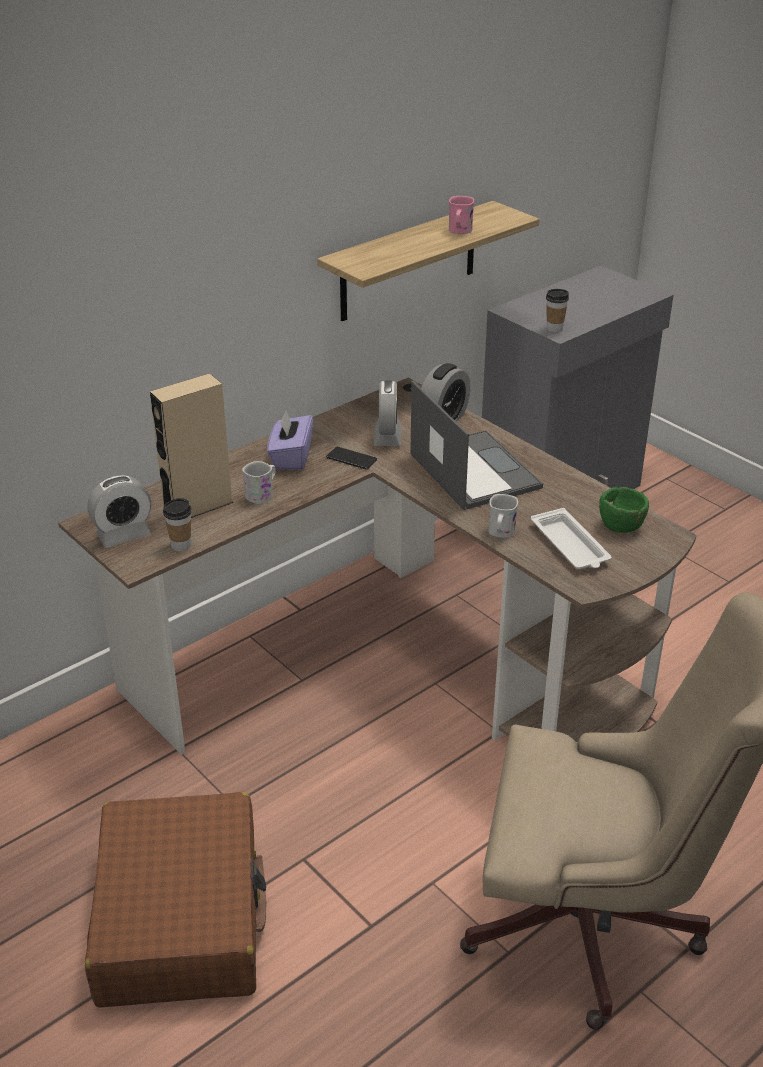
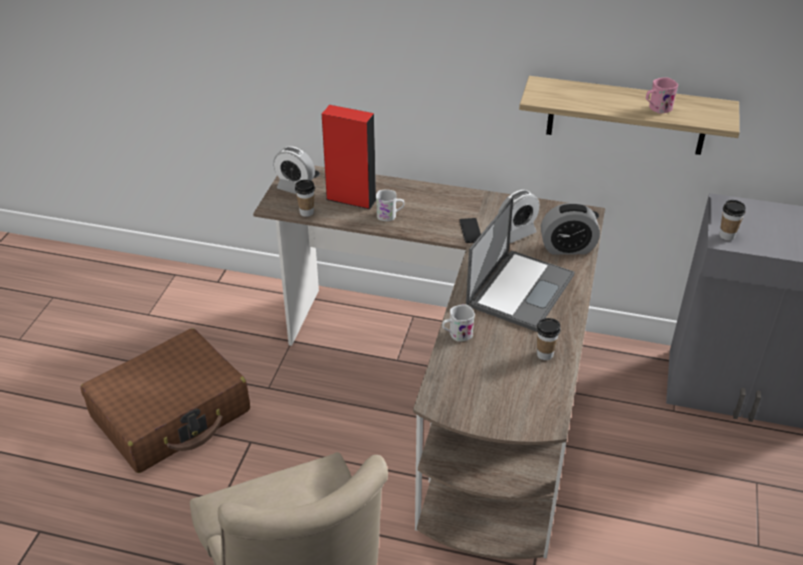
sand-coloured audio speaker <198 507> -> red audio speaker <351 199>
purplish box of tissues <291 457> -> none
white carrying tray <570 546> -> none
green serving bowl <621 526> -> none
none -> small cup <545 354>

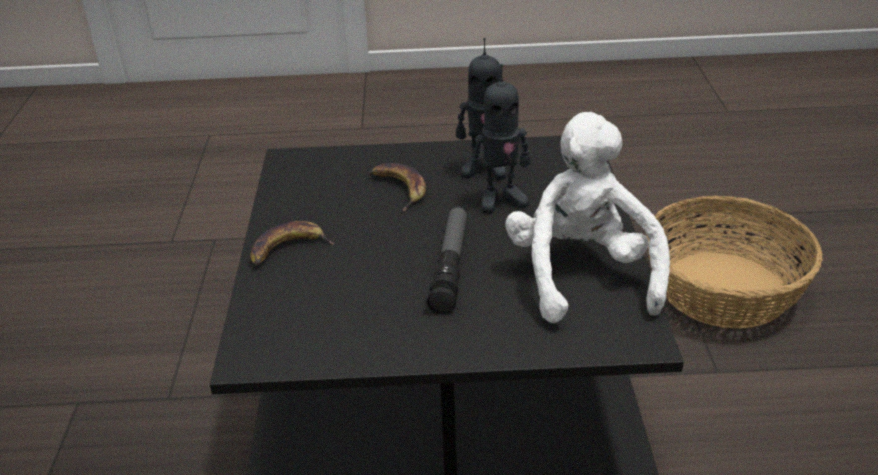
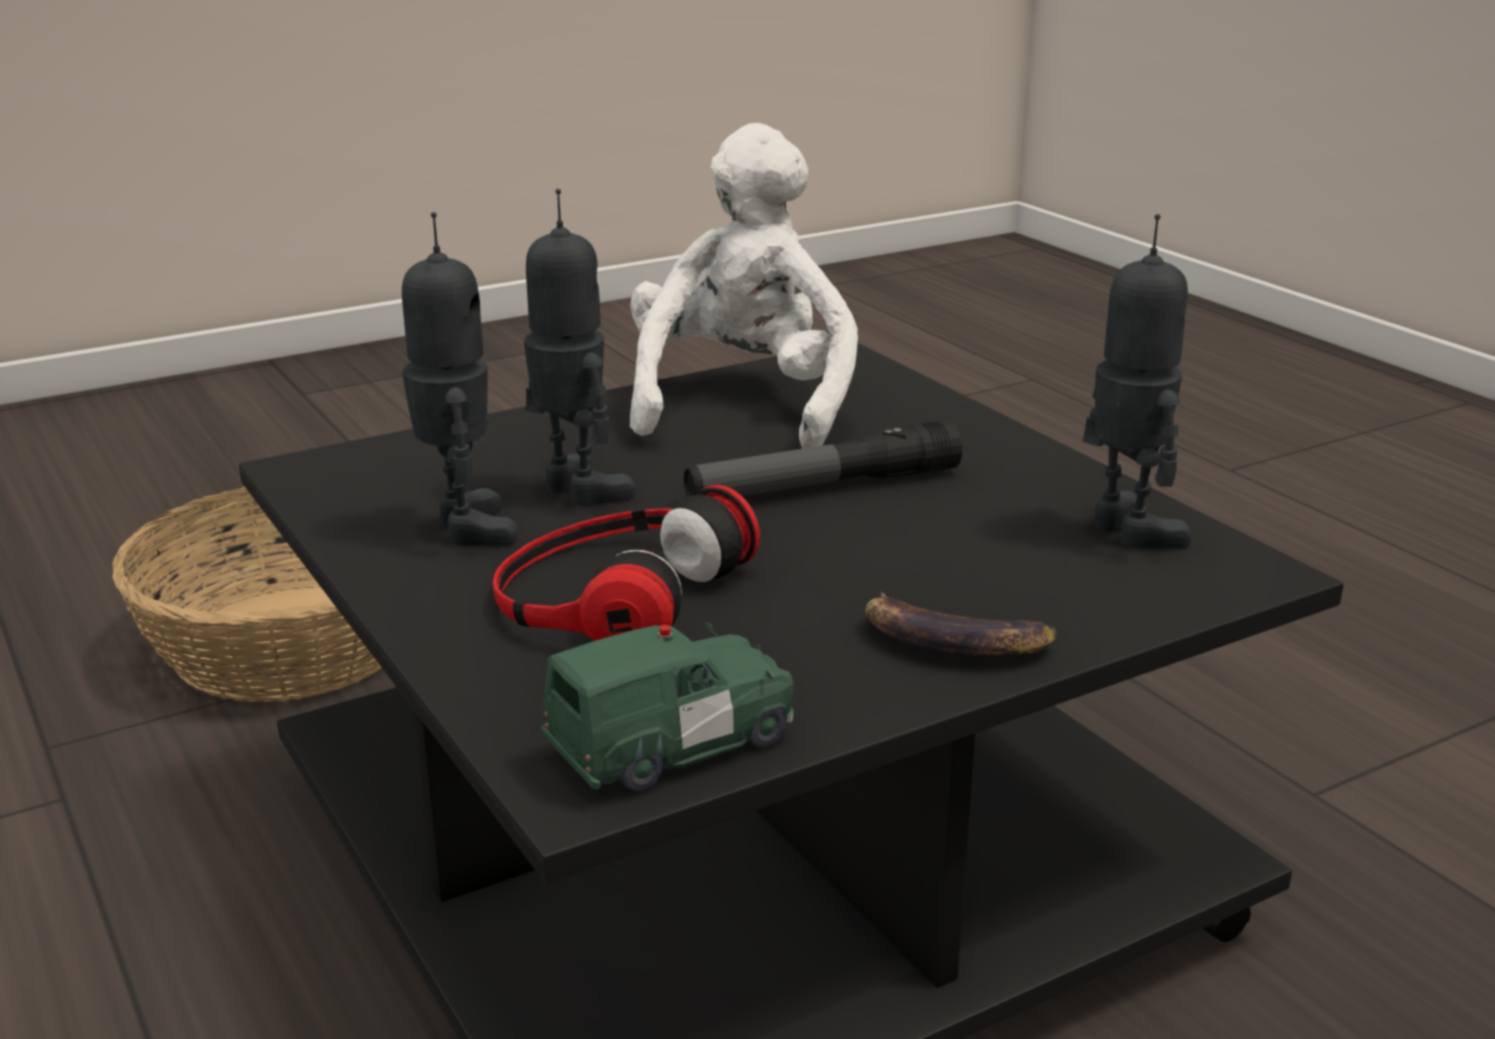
whole banana <399 188> -> headphones <613 593>
white cuddly toy <581 275> -> white cuddly toy <742 404>, 135 degrees clockwise
none -> green model car <674 745>
none -> toy robot <1126 532>

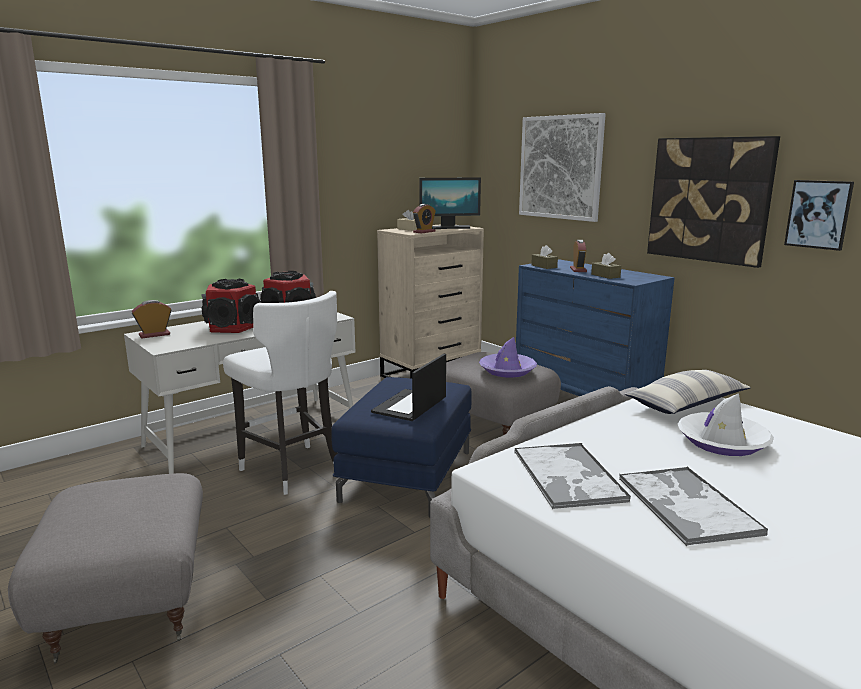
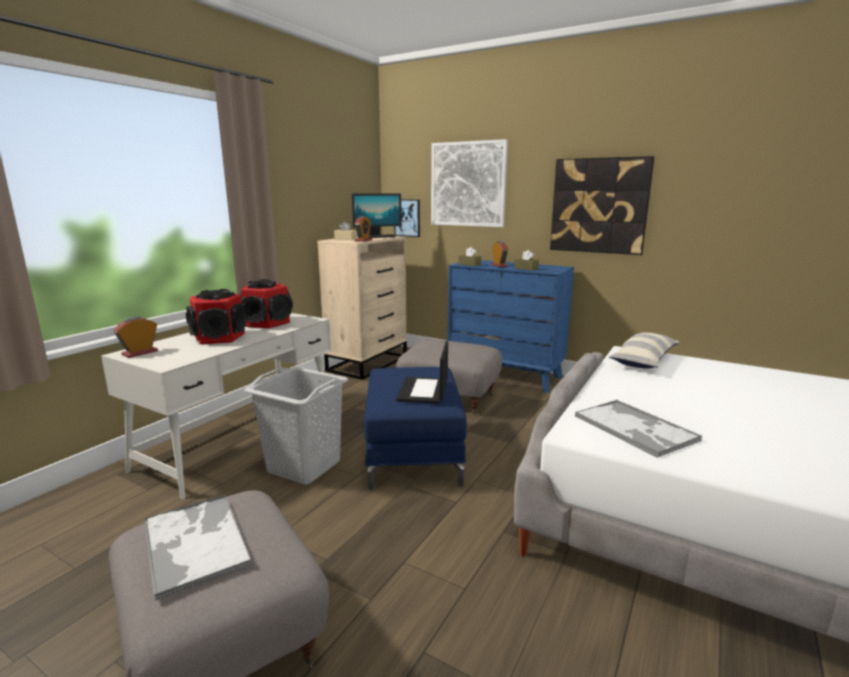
white stool <291 469> -> greyish hamper <304 467>
purplish hat <507 370> -> none
carrying tray <686 505> -> carrying tray <195 542>, shifted
white hat <722 442> -> none
picture <818 214> -> picture <407 218>, shifted

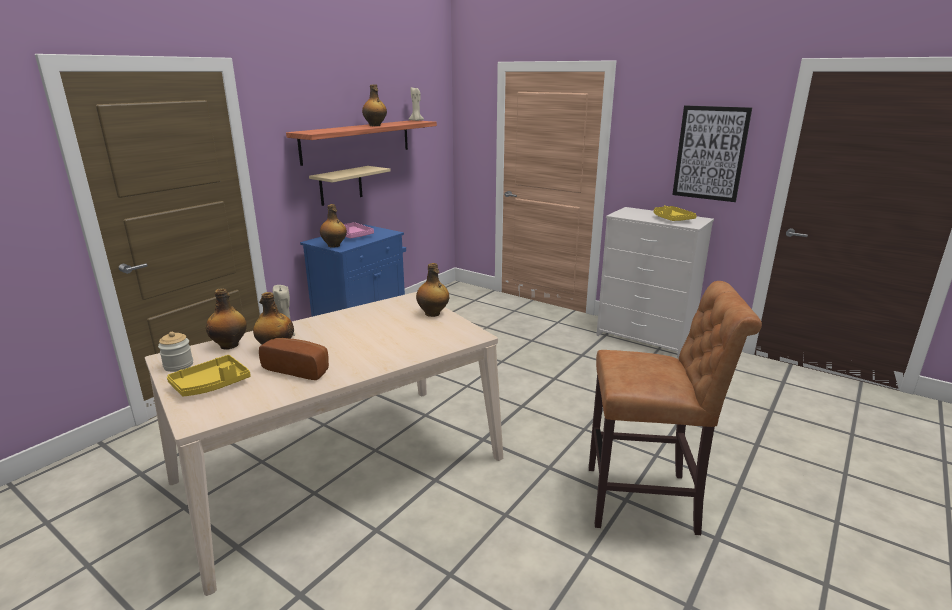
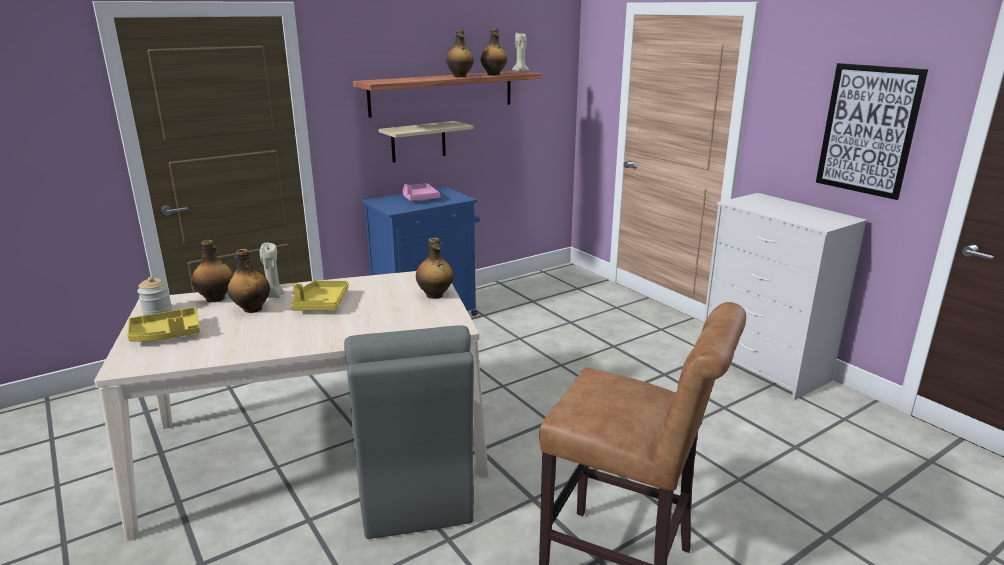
bakery bread <299 368> -> none
bottle <334 246> -> bottle <493 74>, shifted
yellowish carrying tray <671 219> -> yellowish carrying tray <321 304>, shifted
none -> greyish upright chair <413 490>

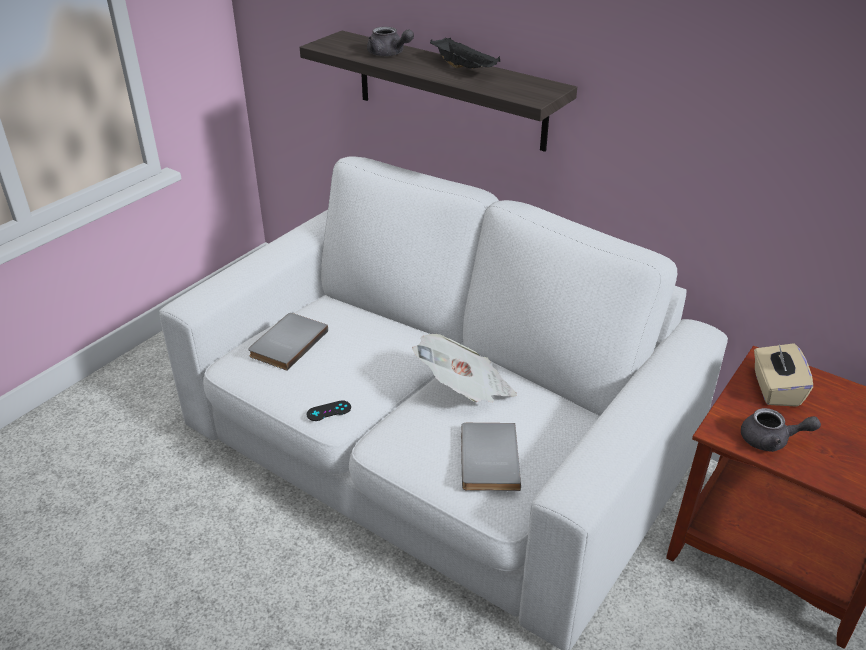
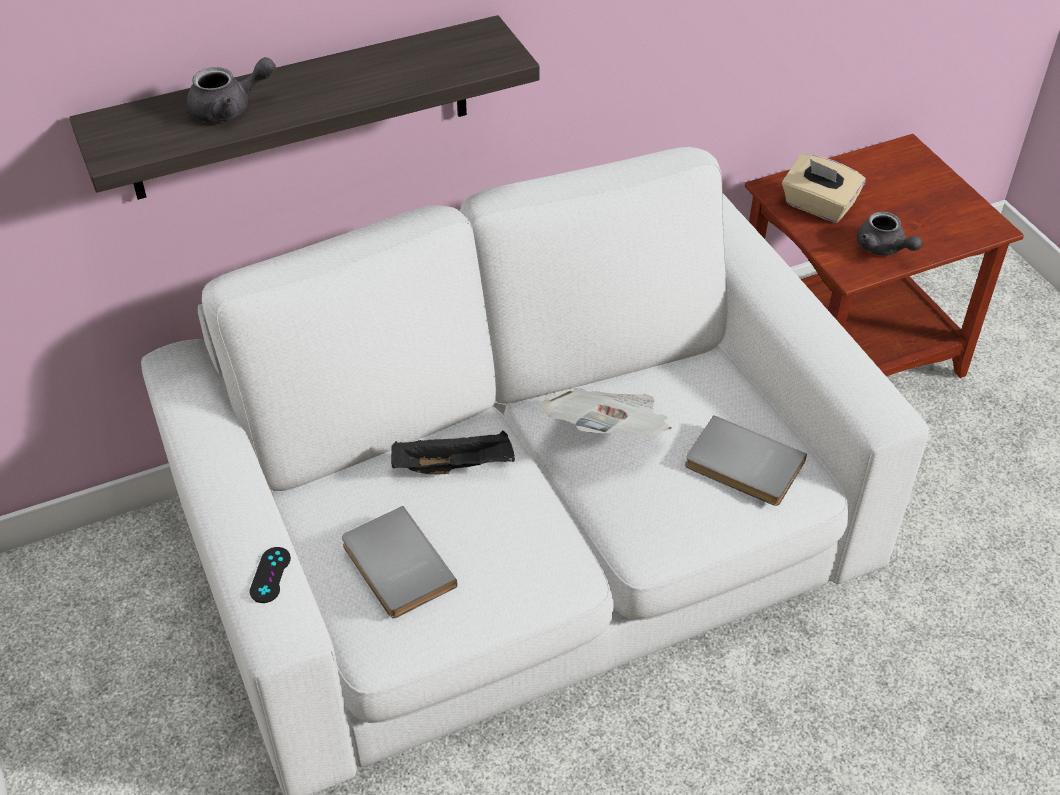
black-coloured joypad <329 411> -> black-coloured joypad <270 575>, shifted
black-coloured carrying tray <465 68> -> black-coloured carrying tray <455 466>, shifted
greyish teapot <771 440> -> greyish teapot <883 249>, 105 degrees clockwise

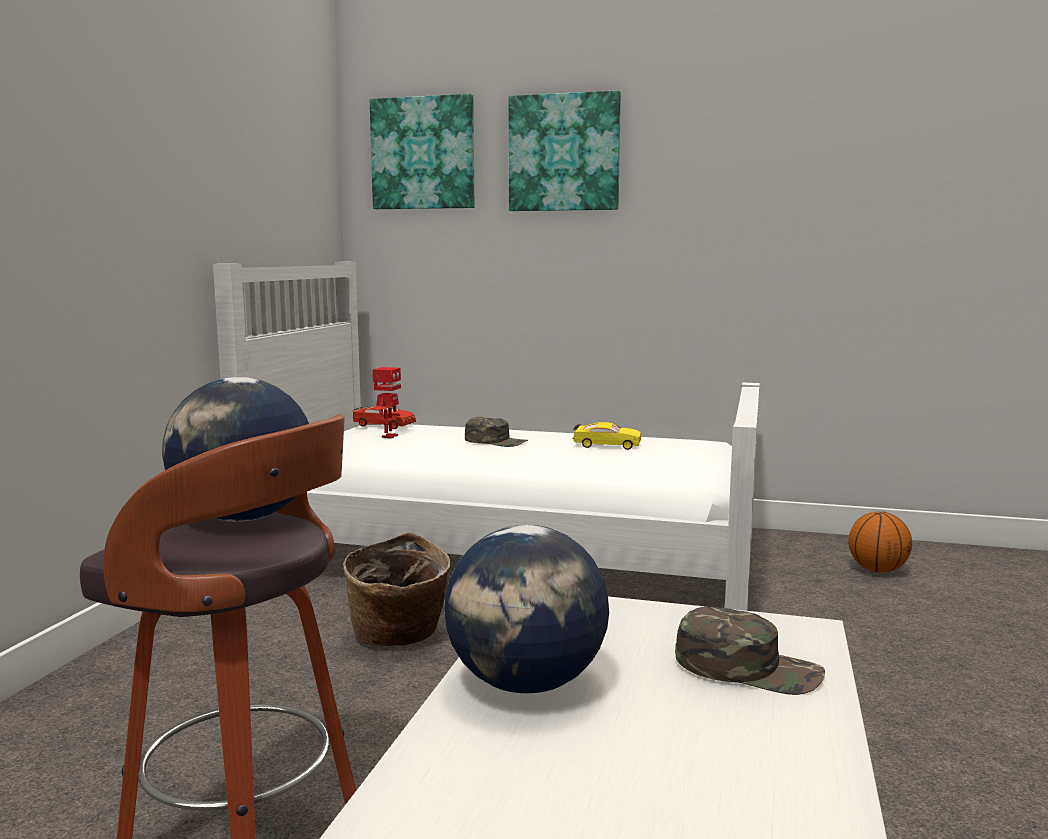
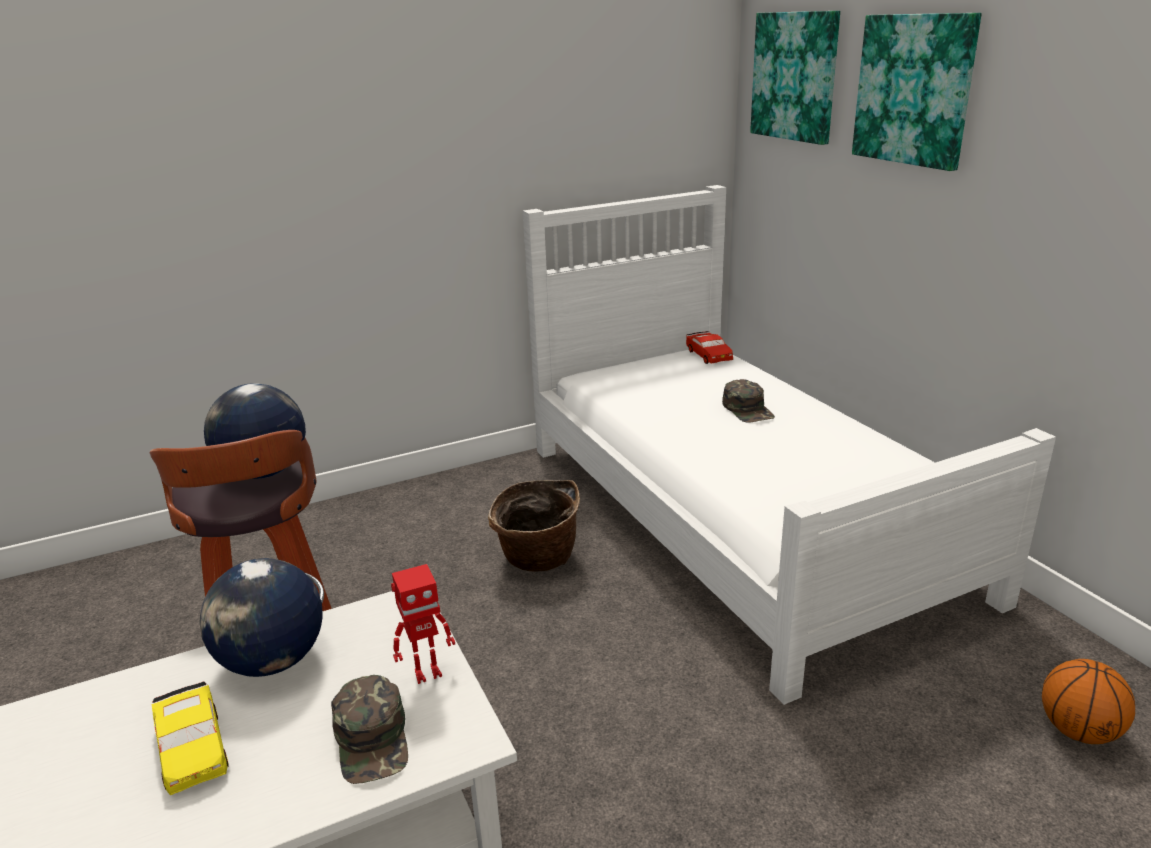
toy robot <388 436> -> toy robot <427 673>, shifted
yellowish model car <607 445> -> yellowish model car <192 748>, shifted

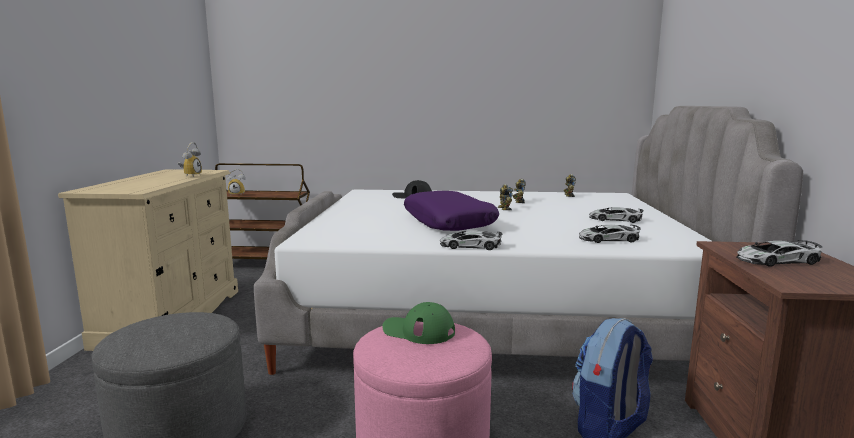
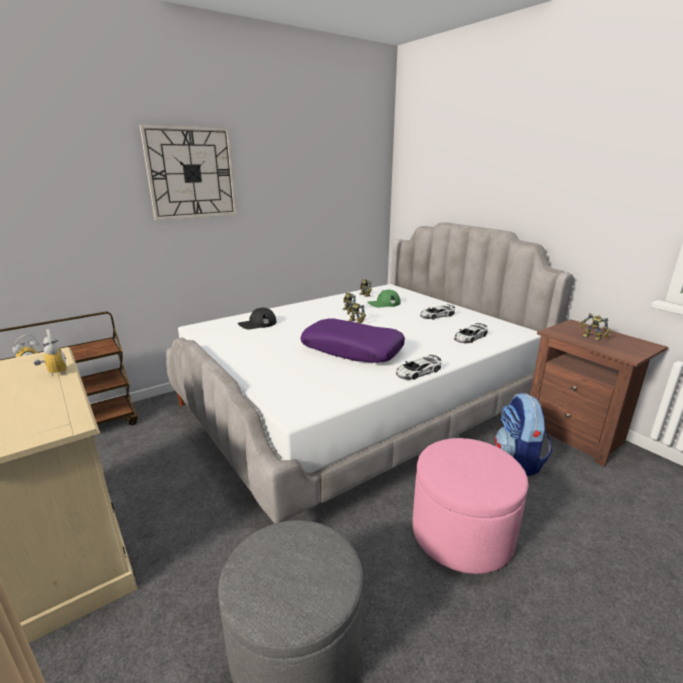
green cap <418 331> -> green cap <384 303>, shifted
model car <776 260> -> toy robot <592 338>
none -> clock on the wall <191 173>

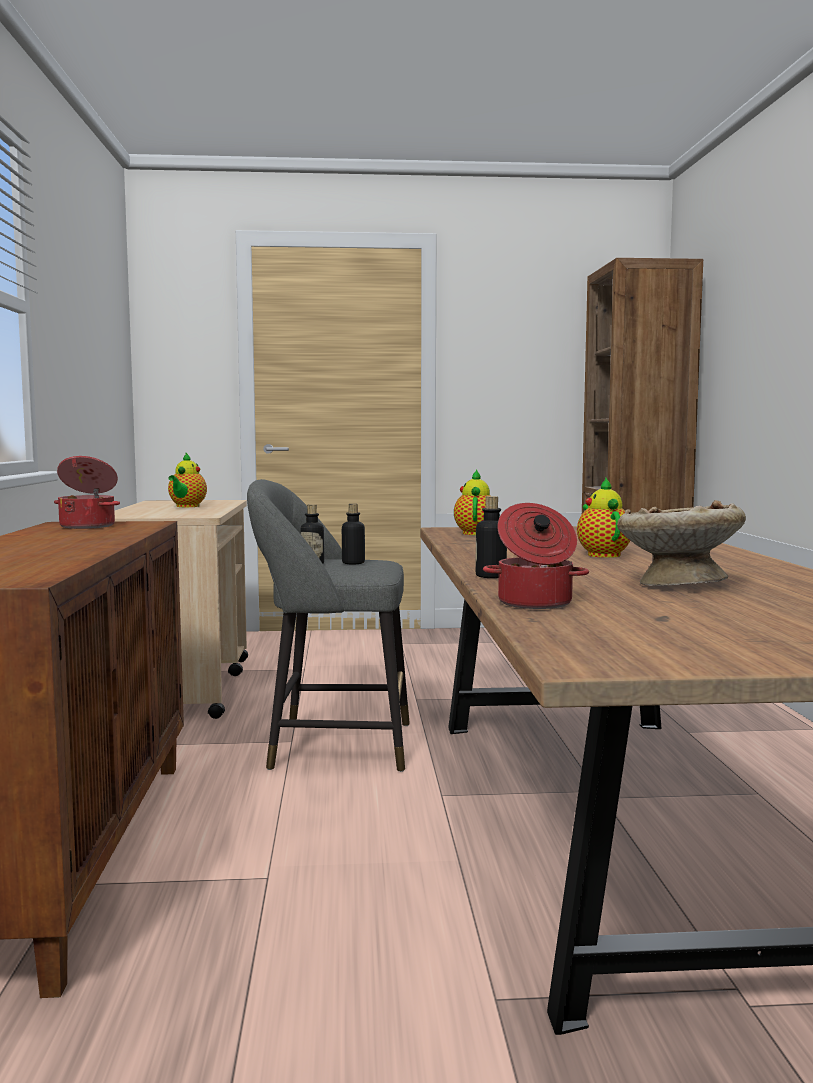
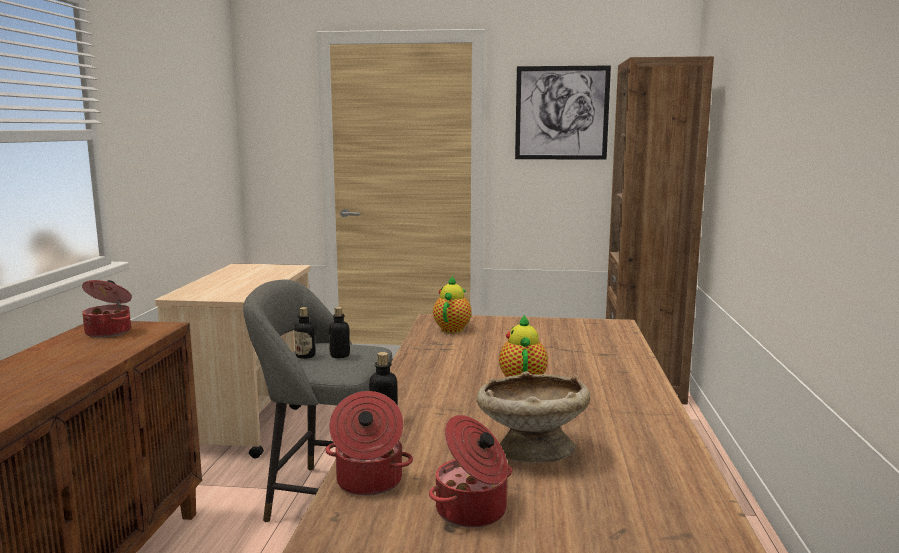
teapot <186 506> -> none
none -> saucepot <472 511>
none -> picture <561 113>

